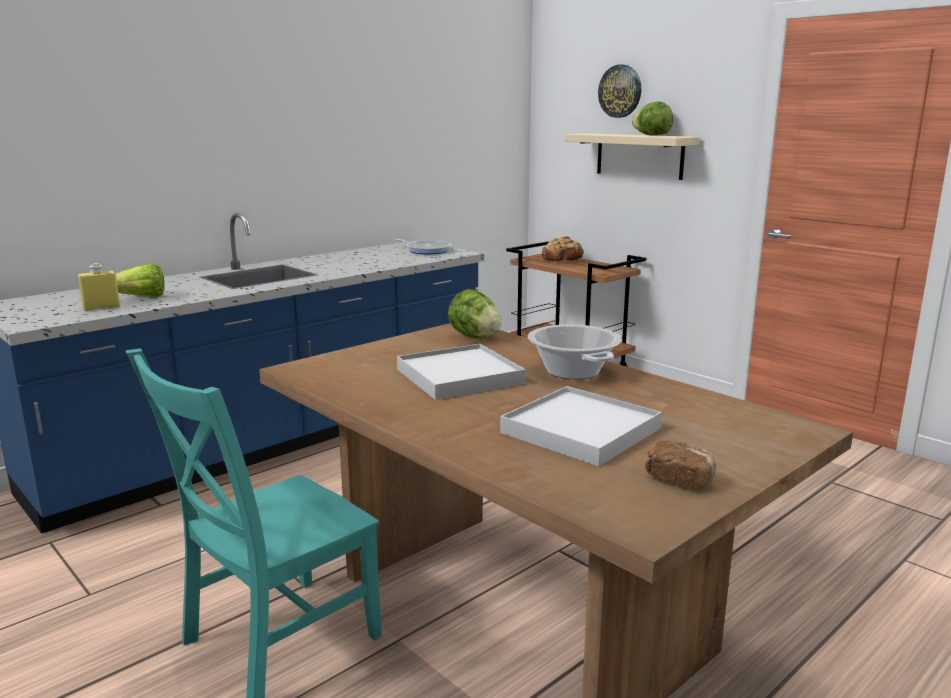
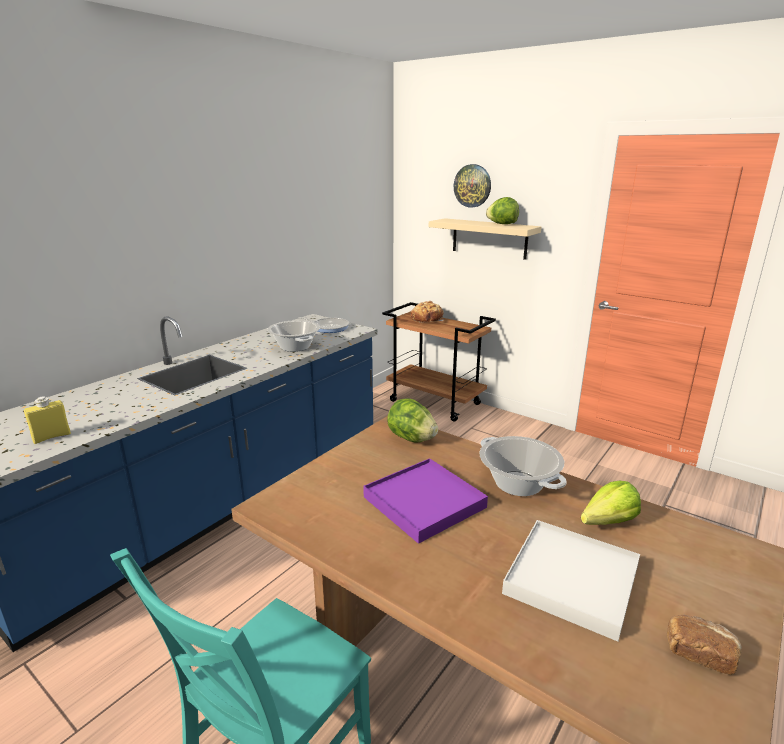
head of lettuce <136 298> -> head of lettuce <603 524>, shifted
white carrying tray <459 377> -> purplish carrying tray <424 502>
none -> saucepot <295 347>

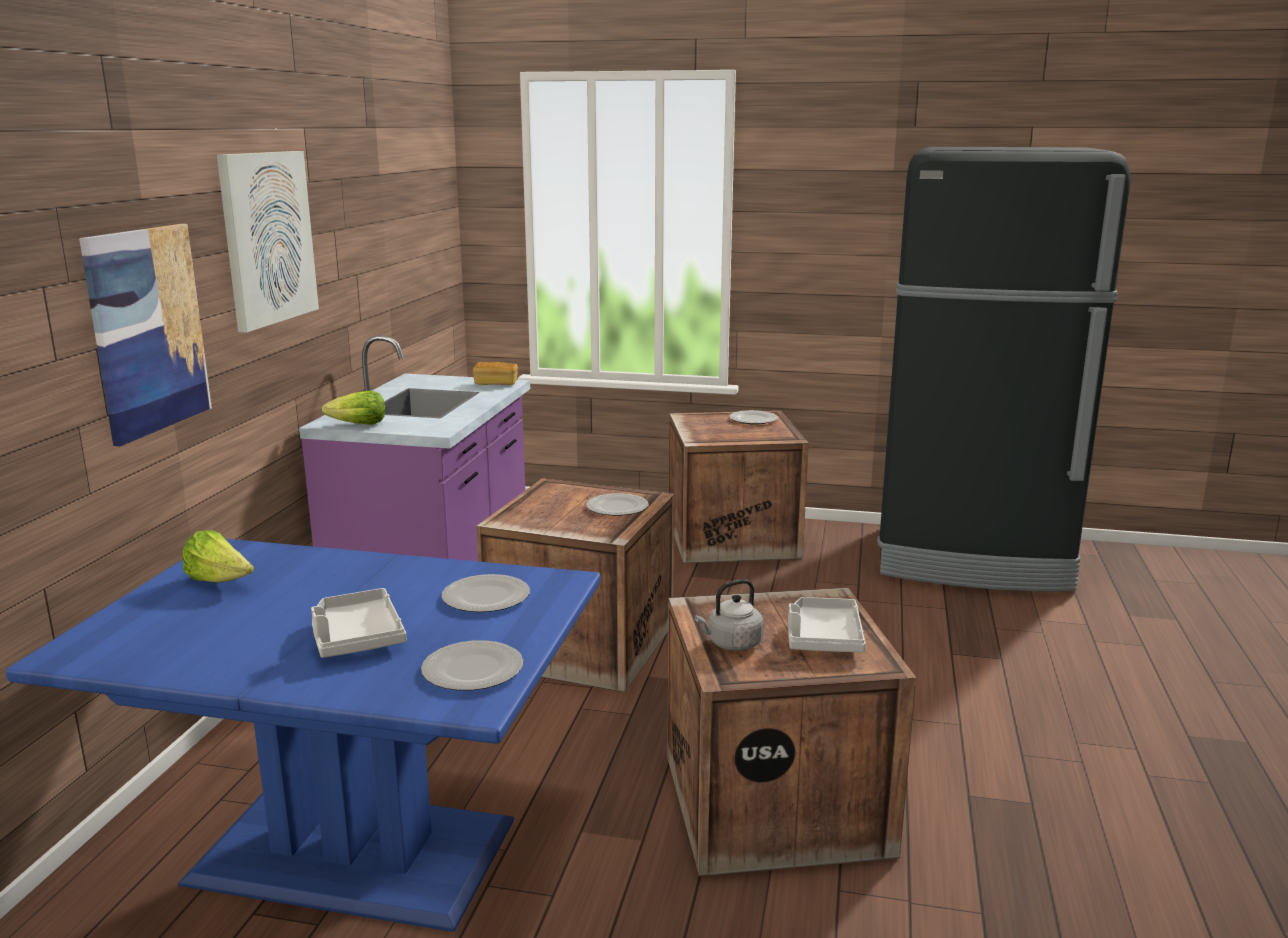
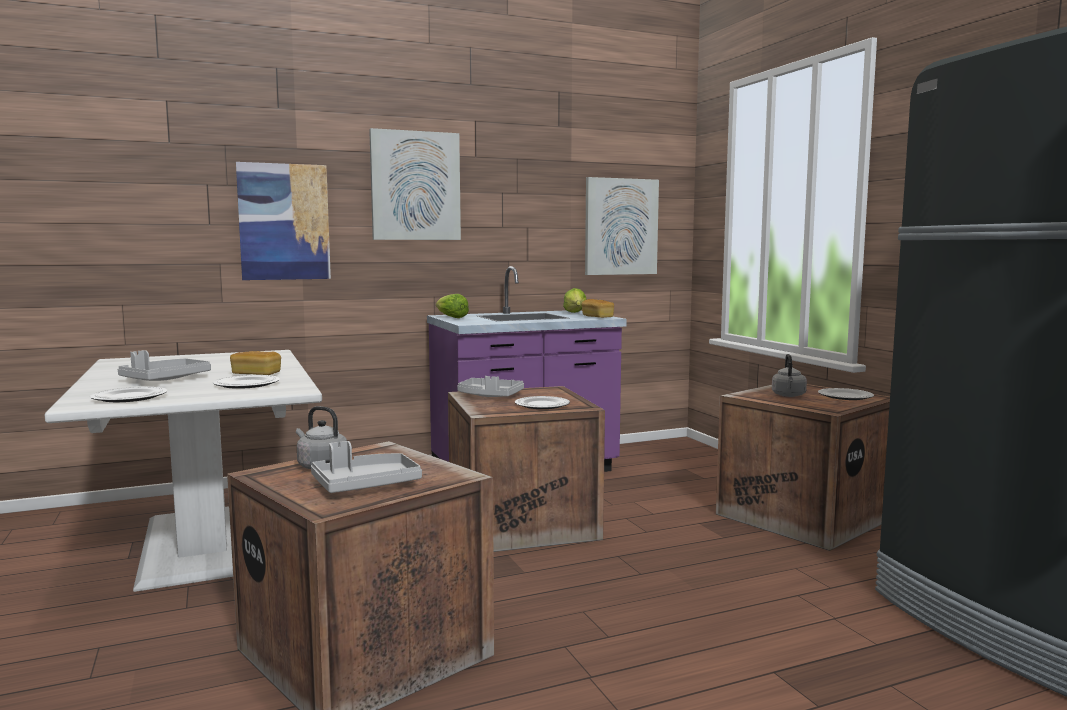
blue dining table <355 849> -> white dining table <206 543>
head of lettuce <220 581> -> head of lettuce <575 313>, shifted
none -> bakery bread <256 374>
none -> greyish carrying tray <490 396>
none -> picture <620 227>
none -> greyish tea kettle <788 395>

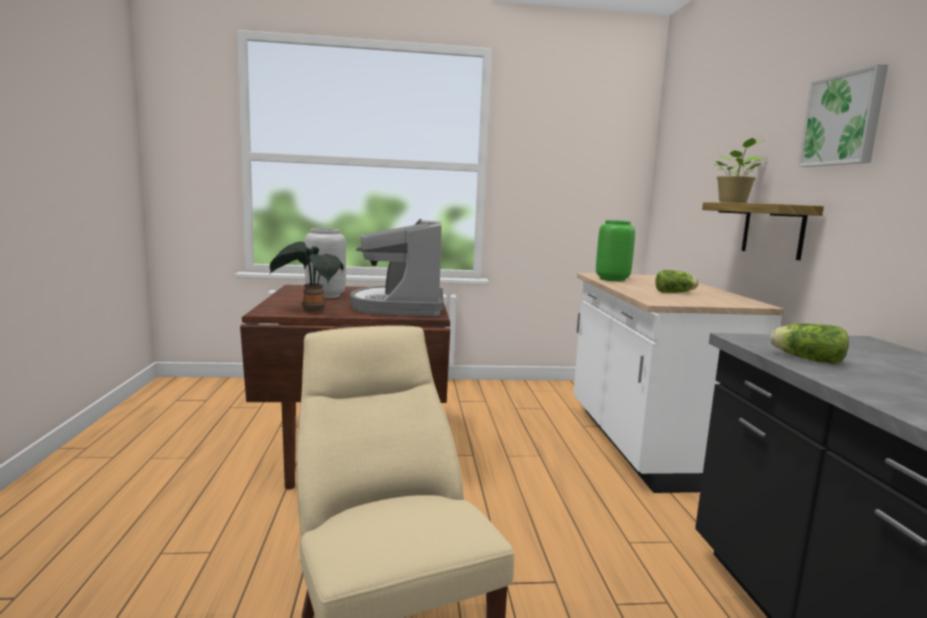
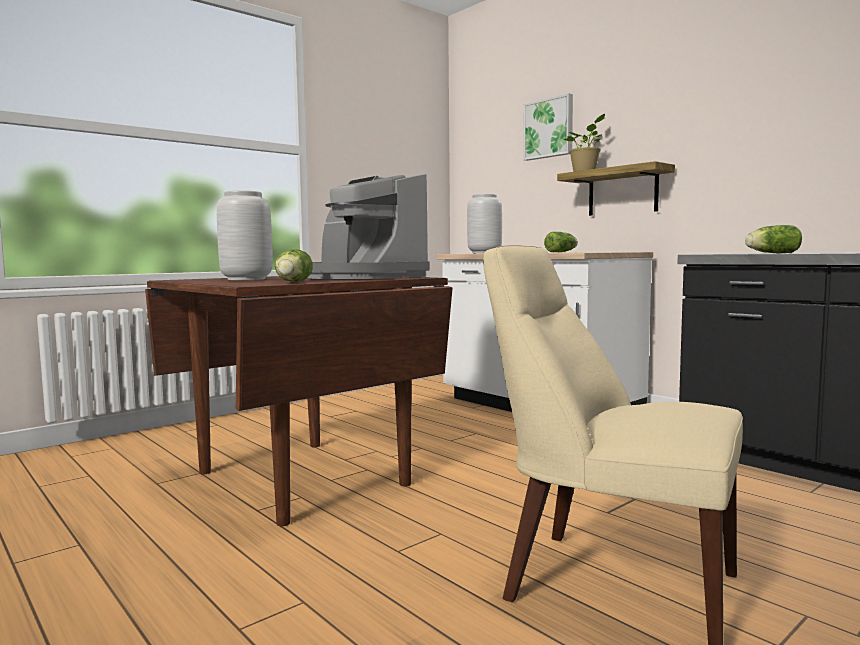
plant in a pot <310 311> -> head of lettuce <292 282>
green flower vase <611 279> -> greyish flower vase <483 253>
picture <843 120> -> picture <549 128>, shifted

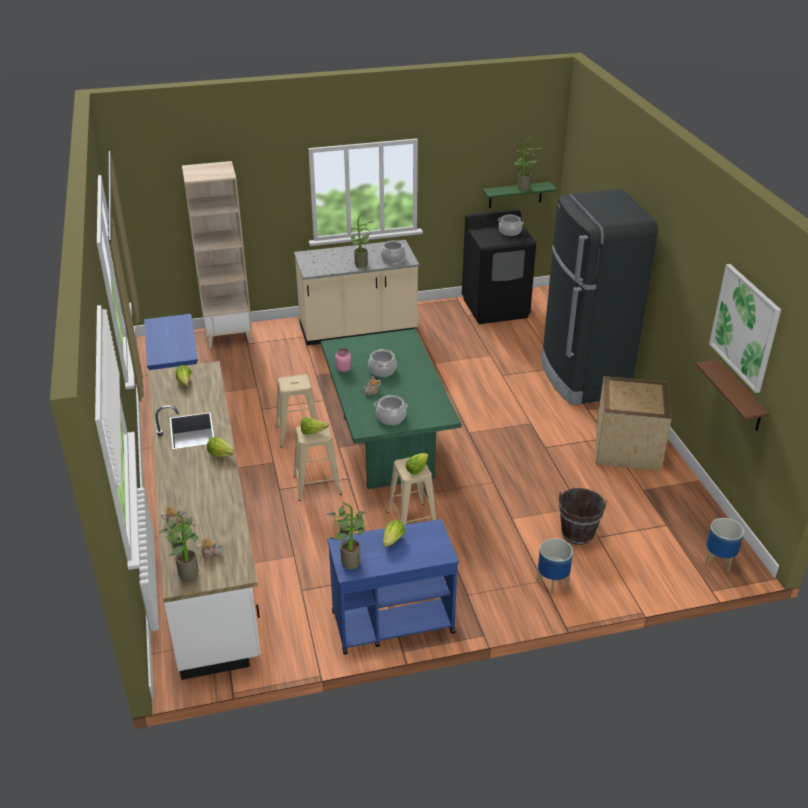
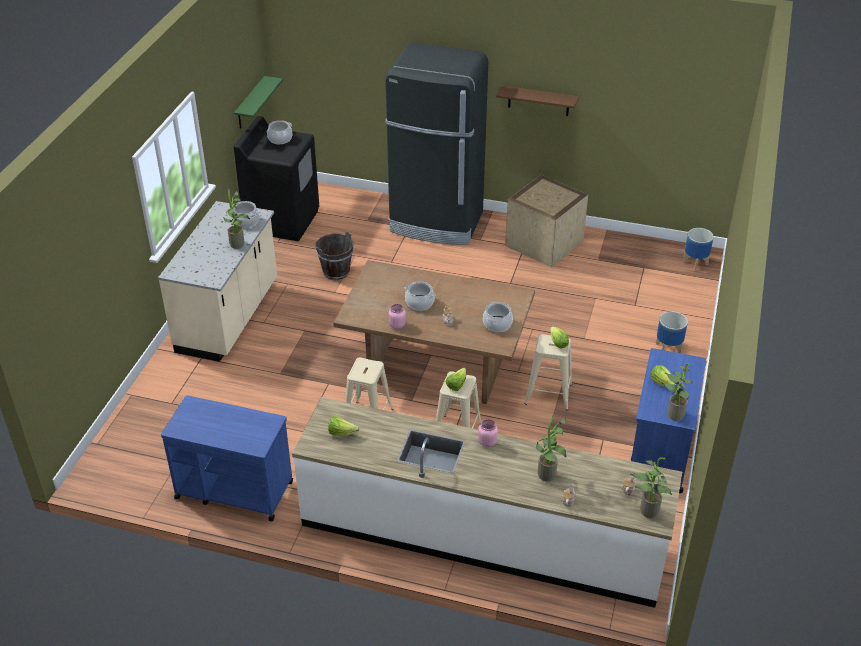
sand-coloured bookshelf <229 336> -> none
head of lettuce <220 454> -> pinkish jar <486 442>
green dining table <388 446> -> brown-coloured dining table <436 369>
plant in a pot <523 189> -> plant in a pot <548 476>, shifted
brown-coloured bucket <577 534> -> brown-coloured bucket <336 272>, shifted
brown-coloured wall shelf <740 397> -> brown-coloured wall shelf <538 100>, shifted
picture <745 327> -> none

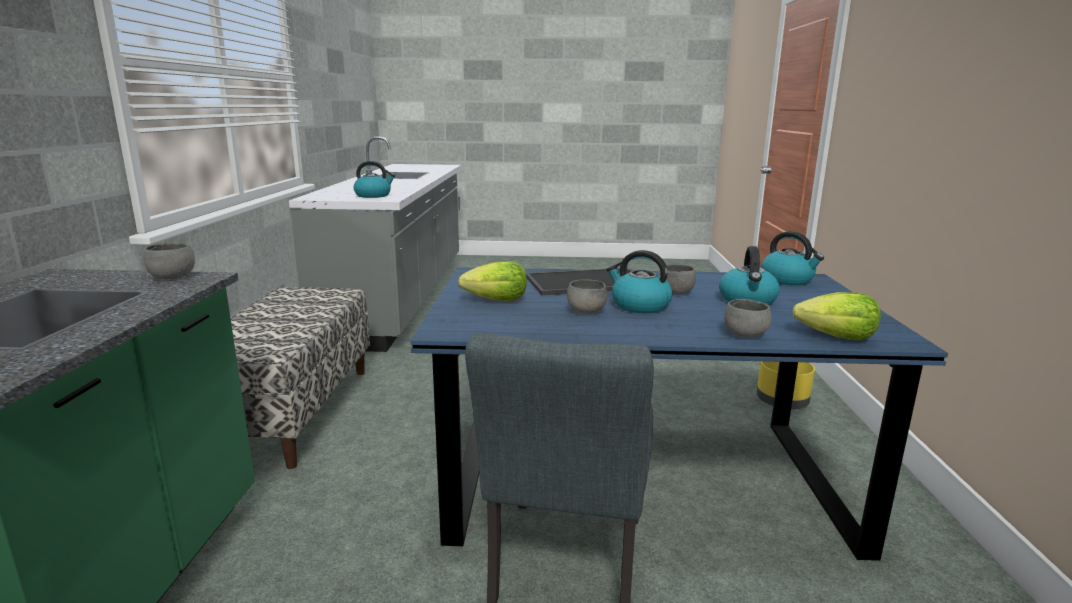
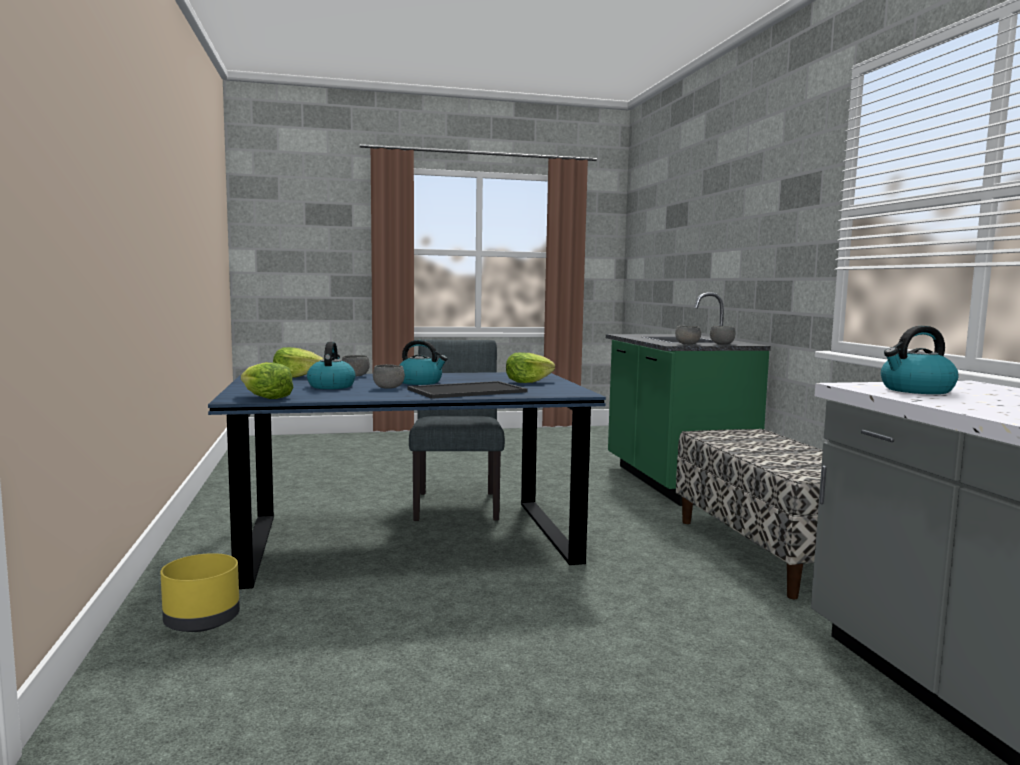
greyish serving bowl <586 311> -> greyish serving bowl <721 344>, shifted
tea kettle <787 280> -> head of lettuce <266 397>

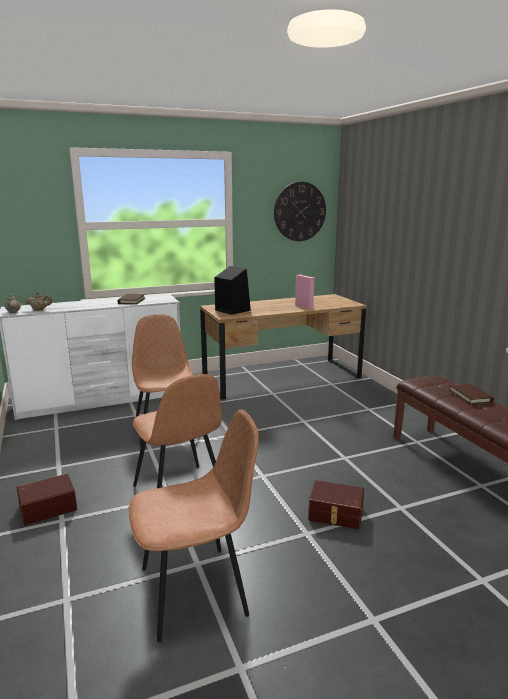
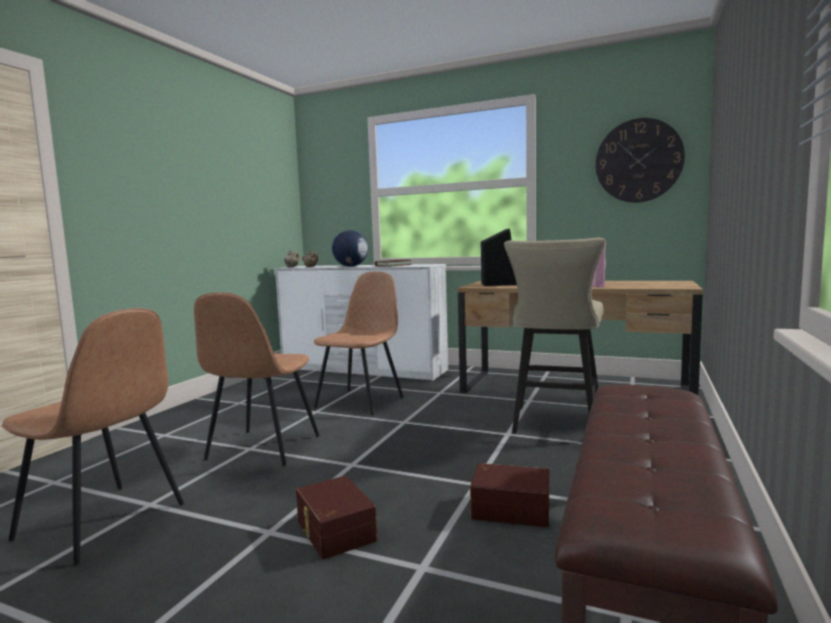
brown-coloured storage container <48 507> -> brown-coloured storage container <510 508>, shifted
brown-coloured volume <470 396> -> none
none -> desk globe <350 266>
none -> sand-coloured stool <555 425>

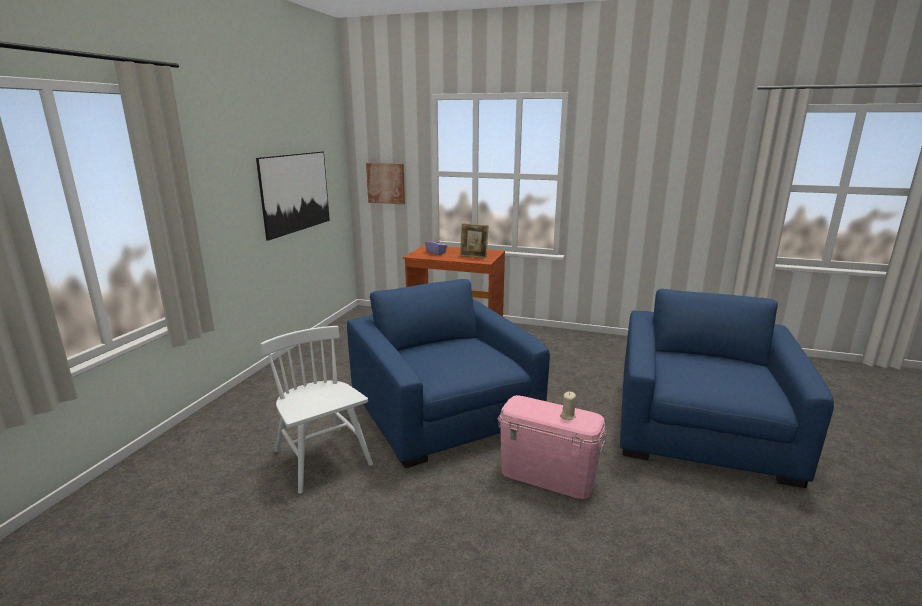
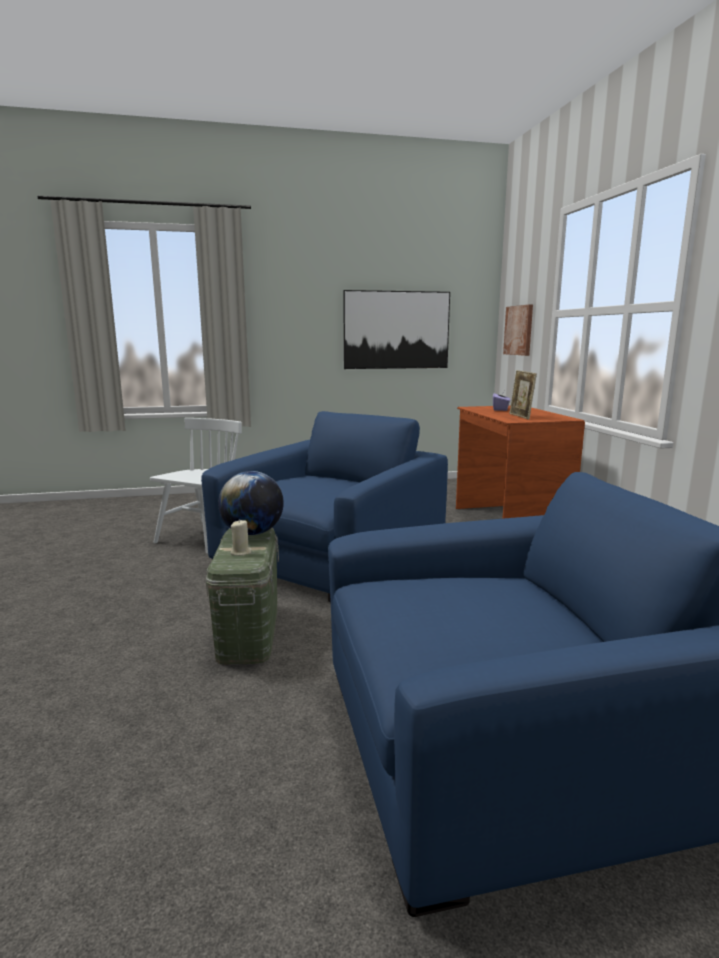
pinkish storage container <548 475> -> green storage container <249 632>
none -> desk globe <253 533>

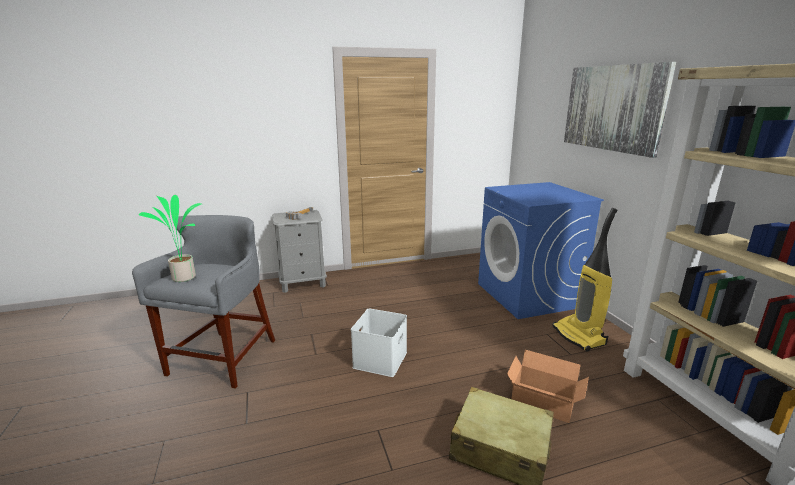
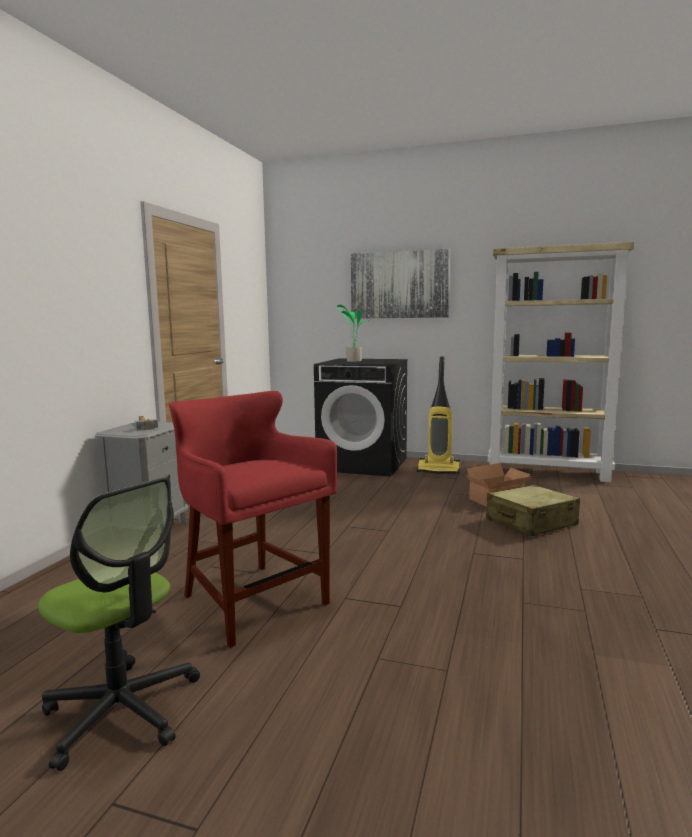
greyish stool <224 359> -> red stool <253 602>
plant in a pot <185 277> -> plant in a pot <353 361>, shifted
white storage container <379 359> -> none
blue washing machine <528 295> -> black-coloured washing machine <363 464>
none -> office chair <122 711>

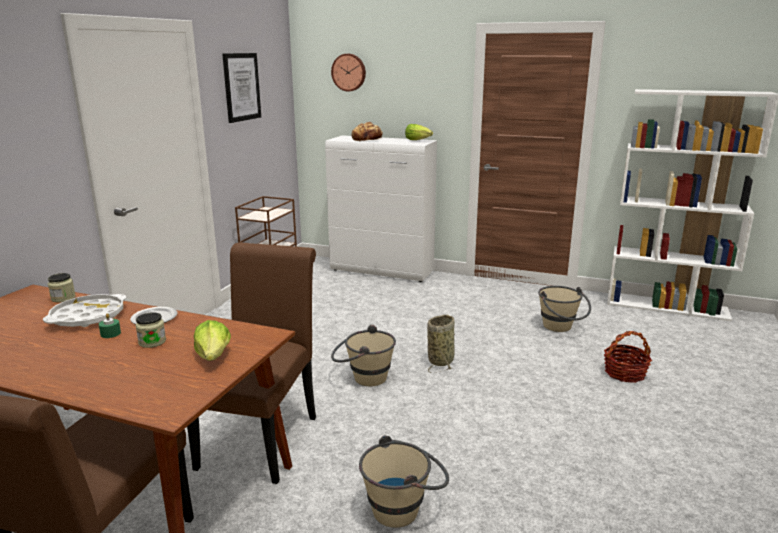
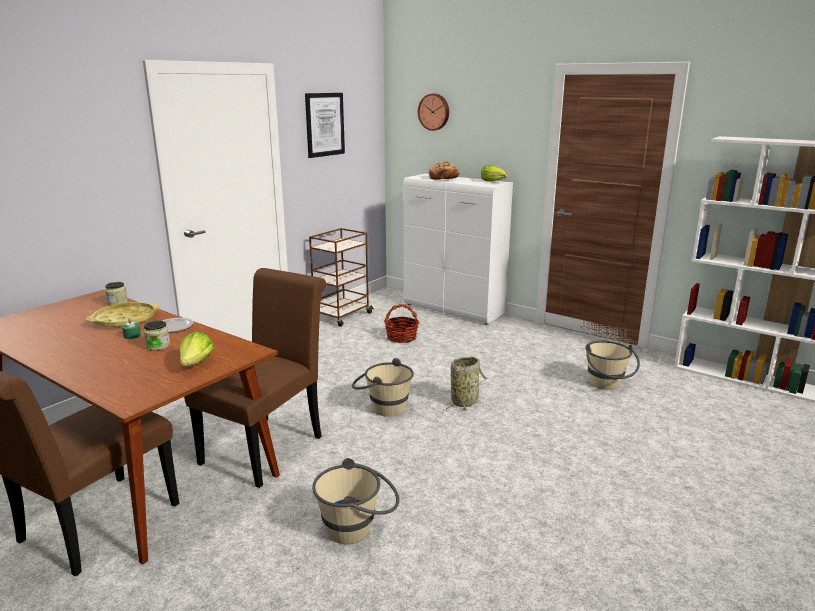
white carrying tray <88 317> -> yellowish carrying tray <125 320>
basket <624 373> -> basket <401 337>, shifted

